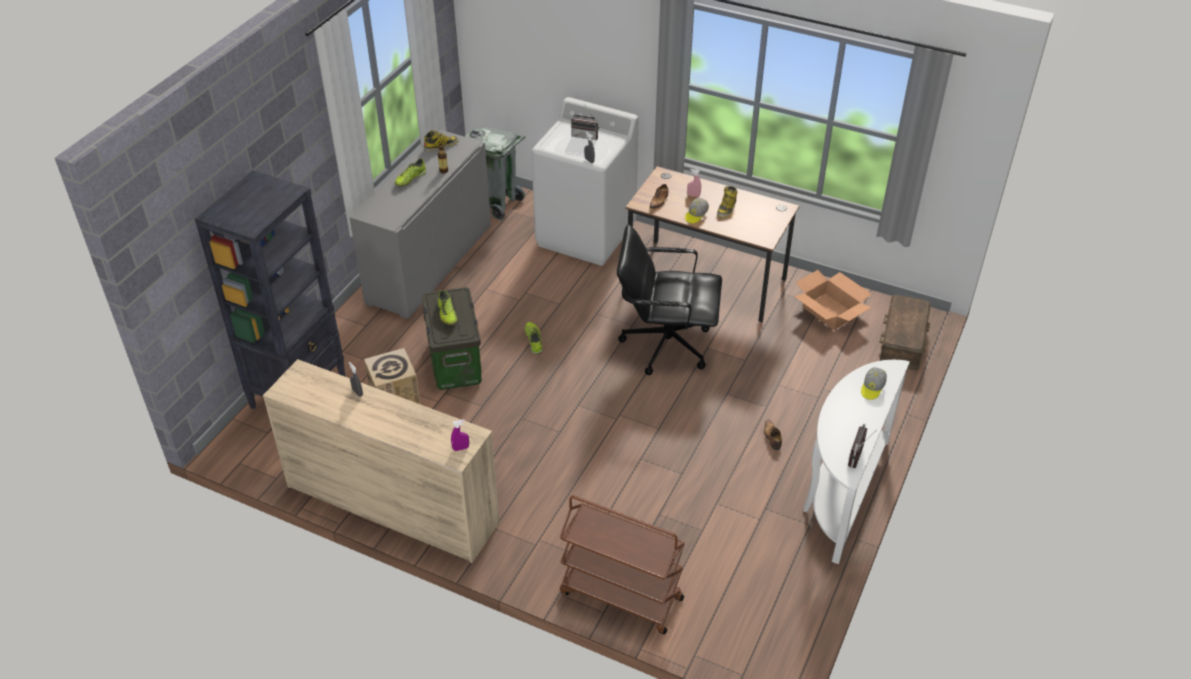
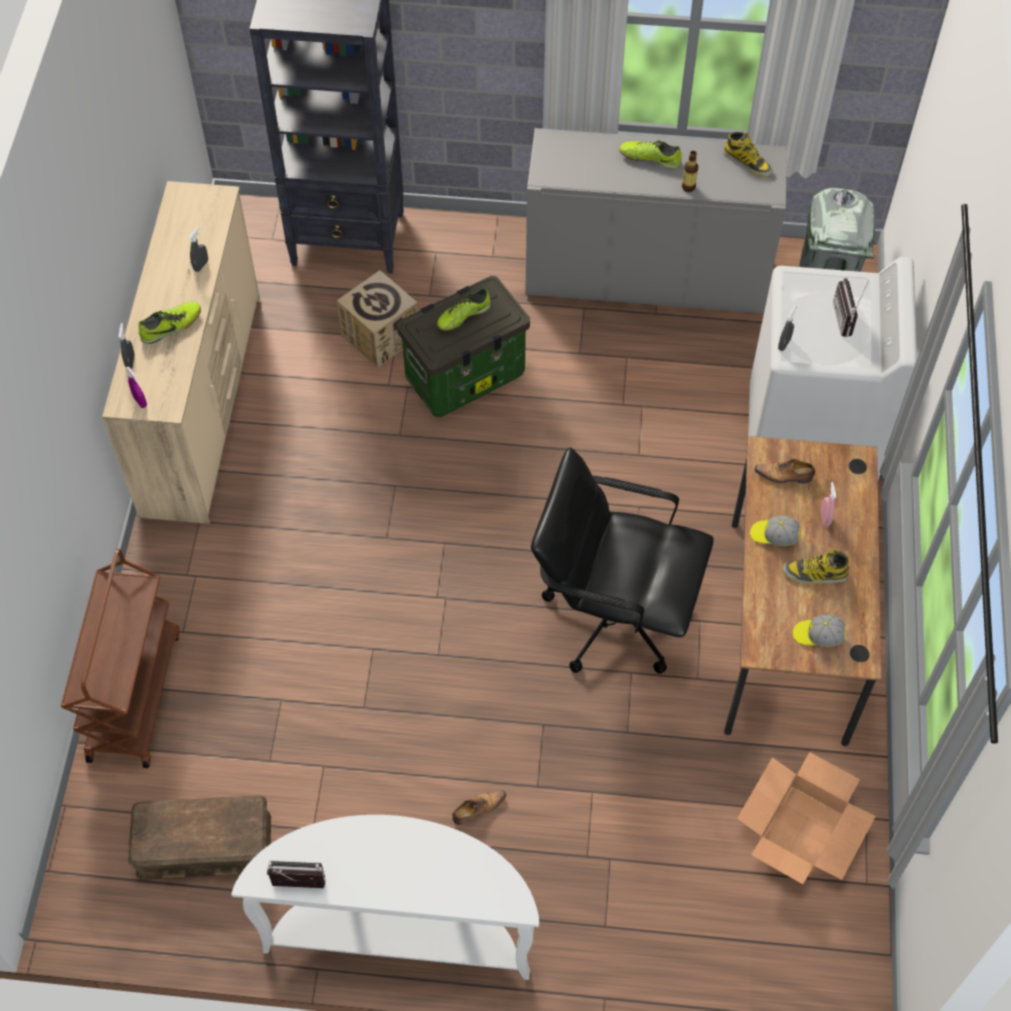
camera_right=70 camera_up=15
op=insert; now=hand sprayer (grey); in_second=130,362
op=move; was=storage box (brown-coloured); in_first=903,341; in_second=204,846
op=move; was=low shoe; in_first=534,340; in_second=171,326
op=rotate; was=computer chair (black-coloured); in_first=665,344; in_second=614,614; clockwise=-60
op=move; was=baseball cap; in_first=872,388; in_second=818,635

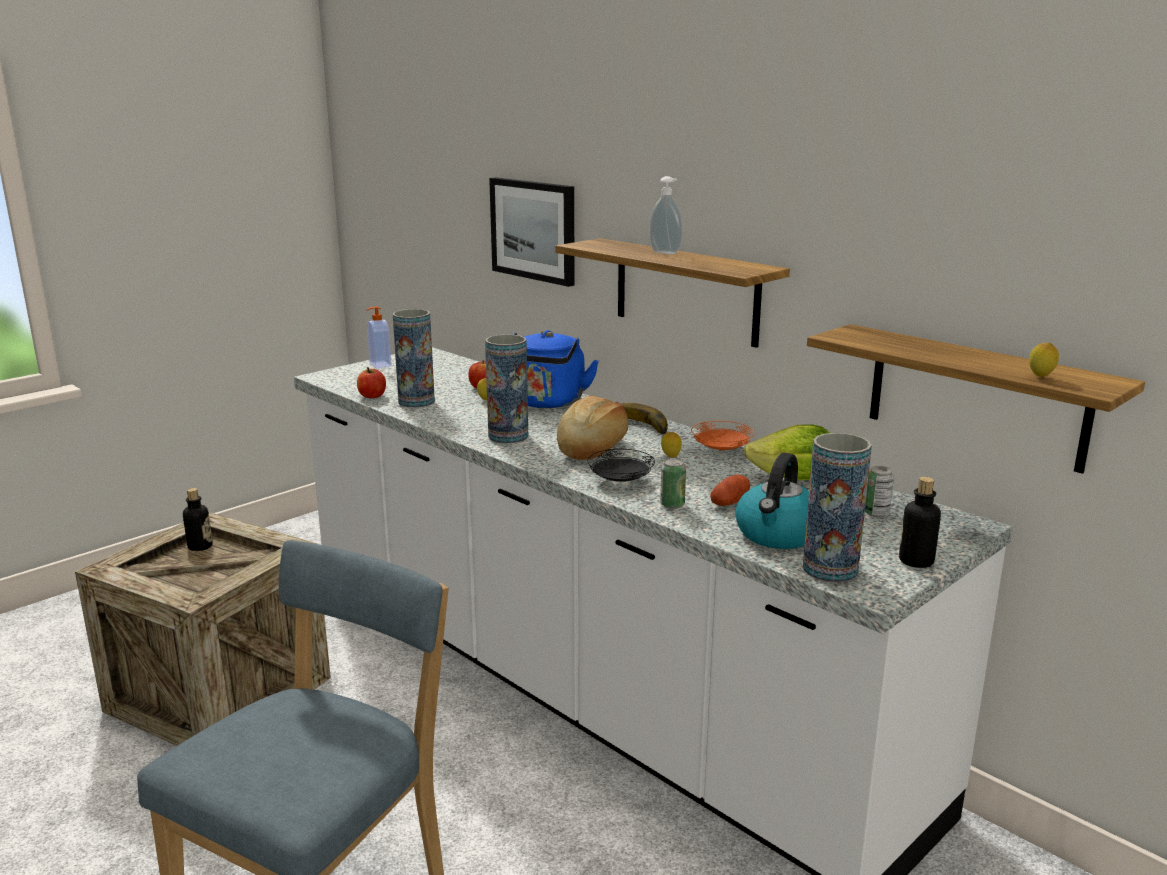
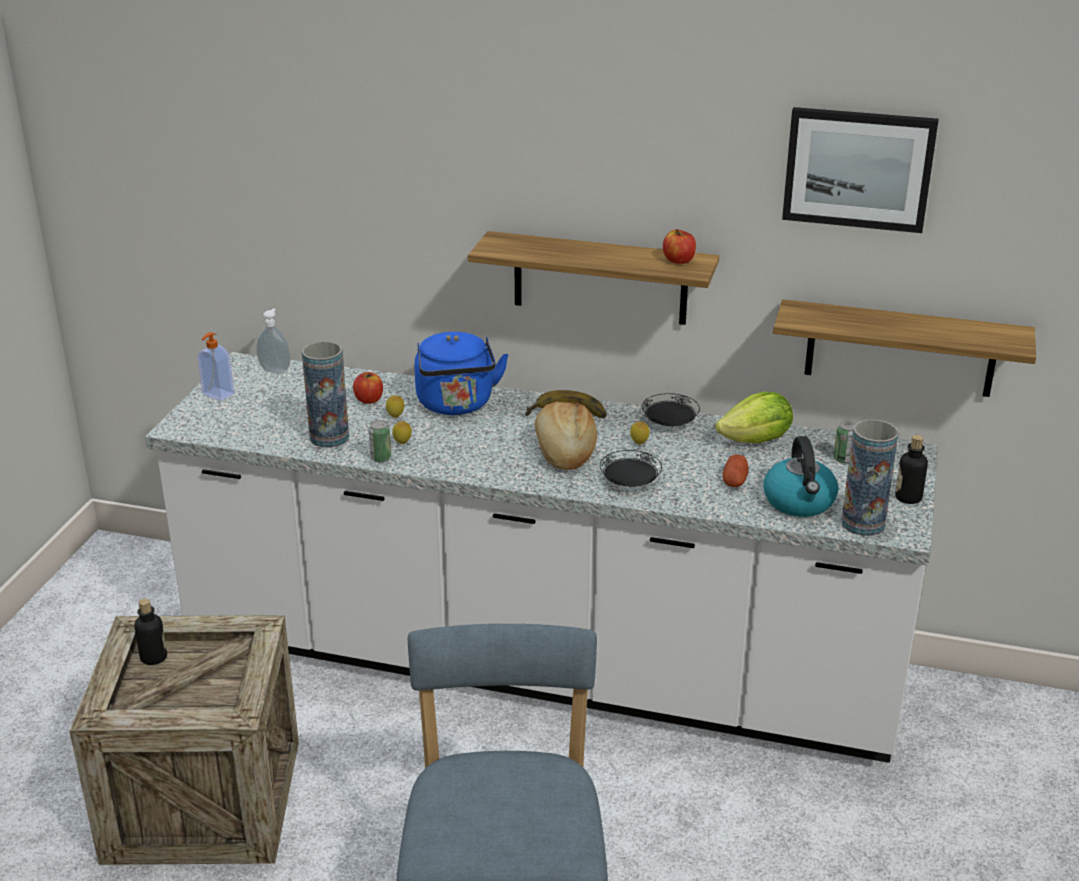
camera_right=-30 camera_up=10
op=move; was=soap bottle; in_first=666,252; in_second=276,369
op=move; was=metal can; in_first=672,505; in_second=381,458
op=move; was=citrus fruit; in_first=1040,377; in_second=402,444
op=recolor; was=plate (orange); now=plate (black-coloured); in_first=721,450; in_second=670,424
op=move; was=whole apple; in_first=372,396; in_second=678,260
op=move; was=wall art; in_first=534,230; in_second=858,169
op=delete; was=vase; in_first=508,436

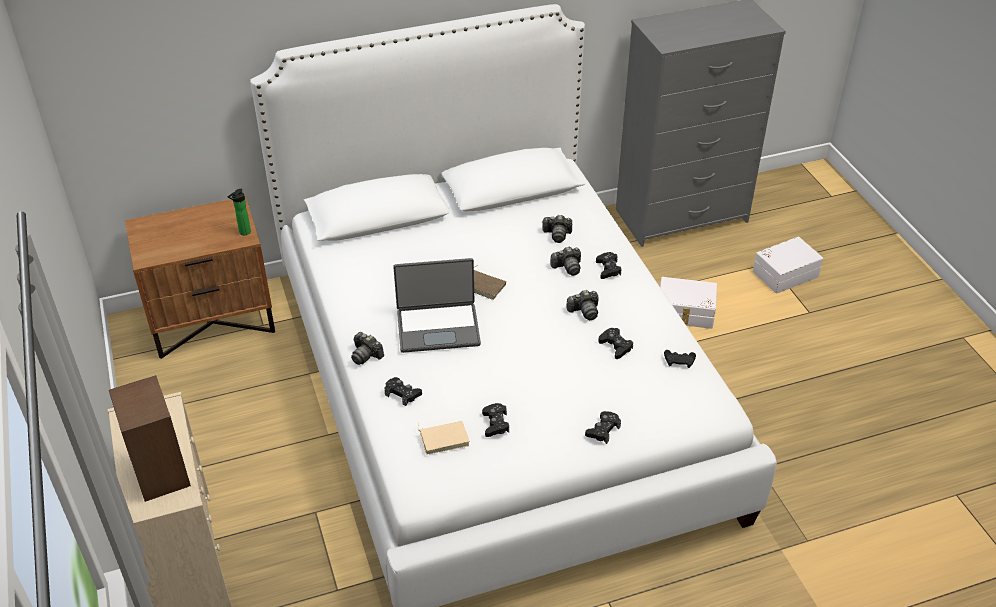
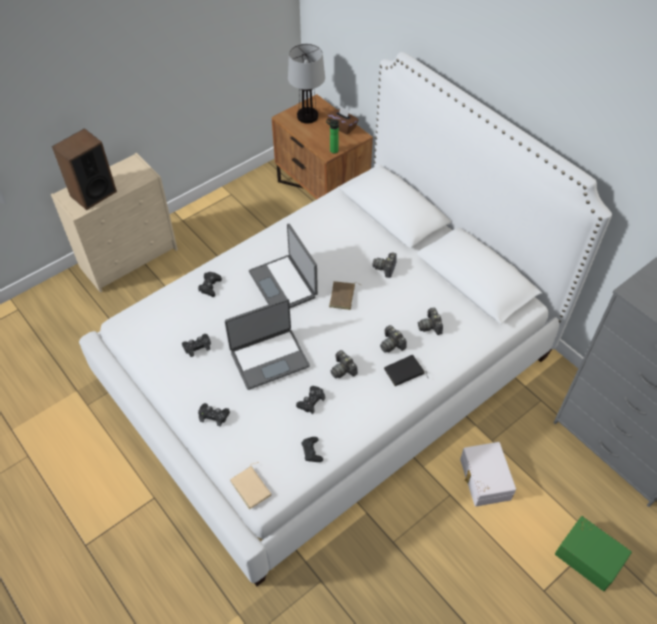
camera_right=70 camera_up=10
op=insert; now=portable computer; in_second=269,358
op=move; was=bound book (beige-coloured); in_first=444,438; in_second=252,487
op=insert; now=lamp for a table; in_second=307,116
op=insert; now=box of tissues (brown-coloured); in_second=342,127
op=move; was=photo camera; in_first=366,355; in_second=385,268
op=replace; was=joypad (black-coloured); now=bound book (black-coloured); in_first=608,269; in_second=404,373
op=recolor; was=storage box (whitish); now=storage box (greenish); in_first=784,273; in_second=589,556

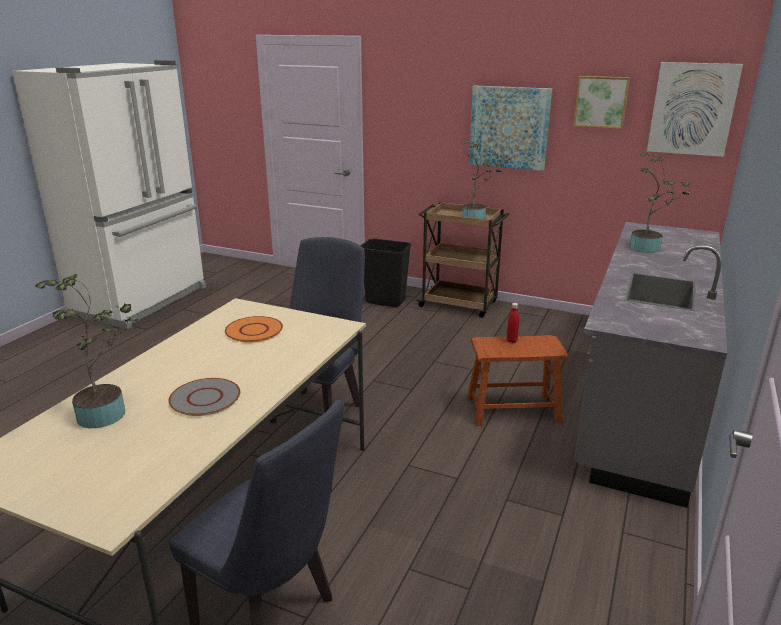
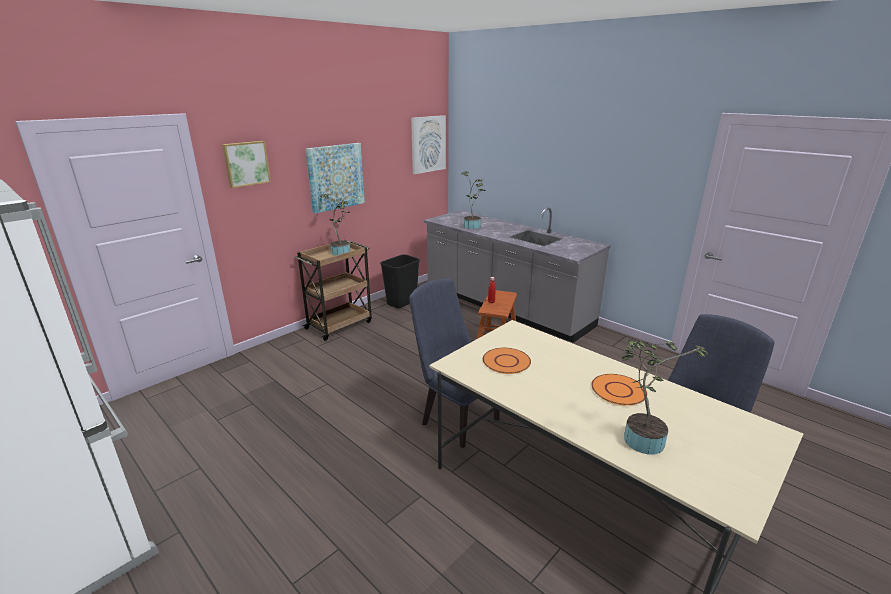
camera_right=-70 camera_up=0
op=move; was=wall art; in_first=601,101; in_second=246,163
op=move; was=waste bin (black-coloured); in_first=386,301; in_second=401,303
op=recolor; was=plate (grey); now=plate (orange); in_first=205,398; in_second=618,390

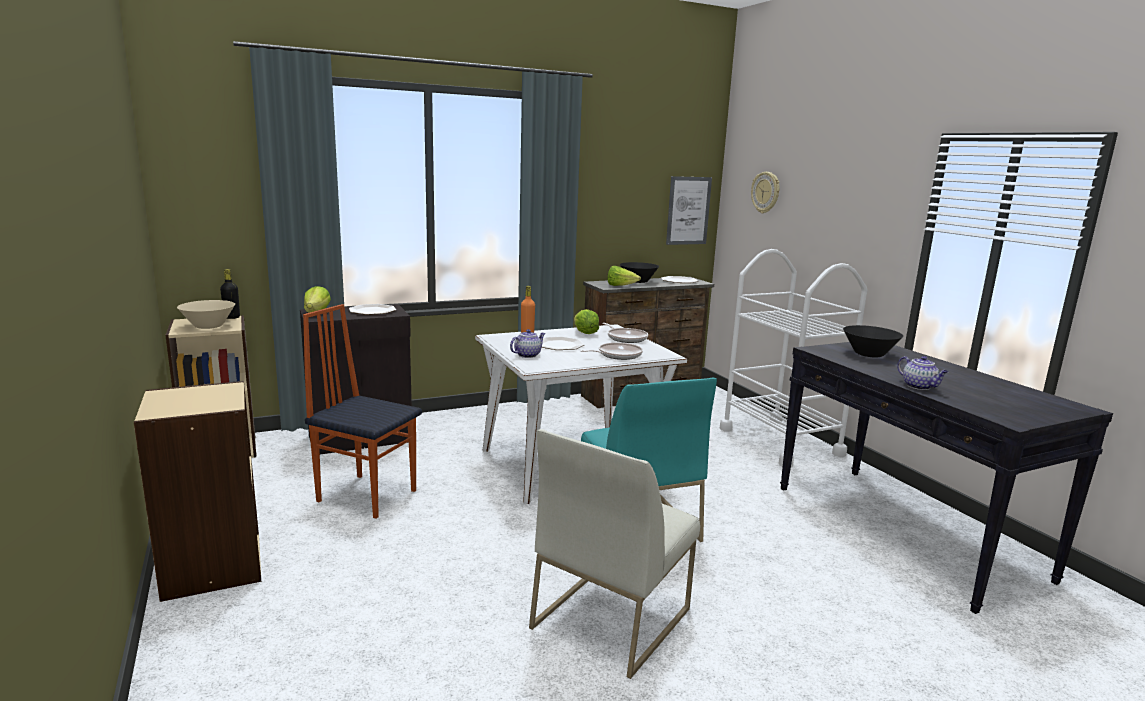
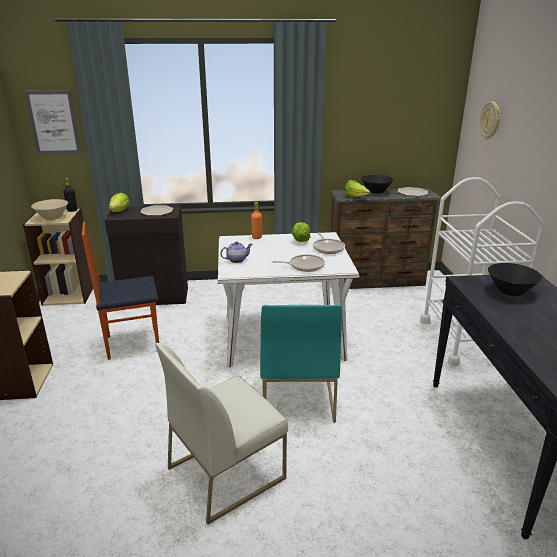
camera_right=20 camera_up=10
op=move; was=wall art; in_first=688,210; in_second=53,122
op=rotate; was=plain chair; in_first=367,495; in_second=132,343; clockwise=-60
op=delete; was=plate; in_first=559,345
op=delete; was=teapot; in_first=919,386

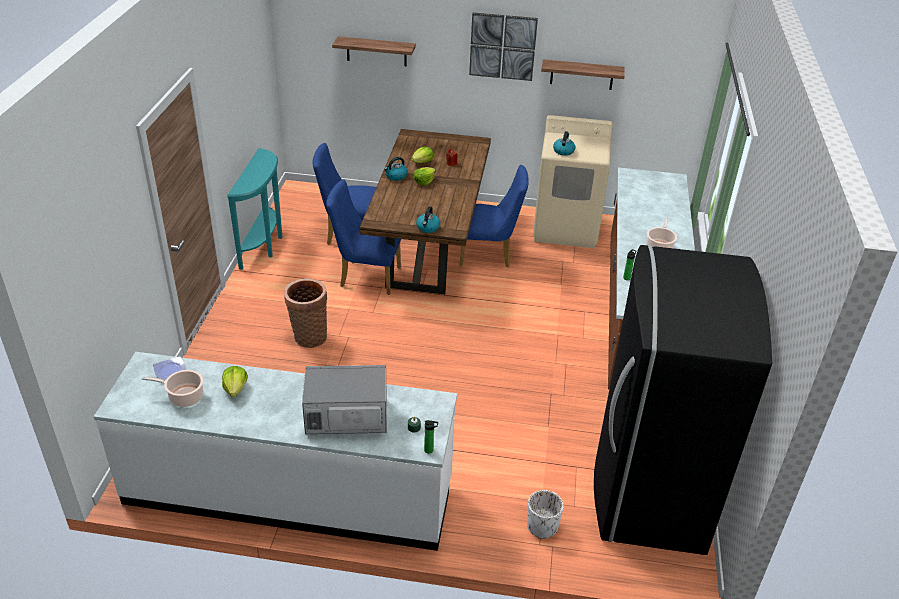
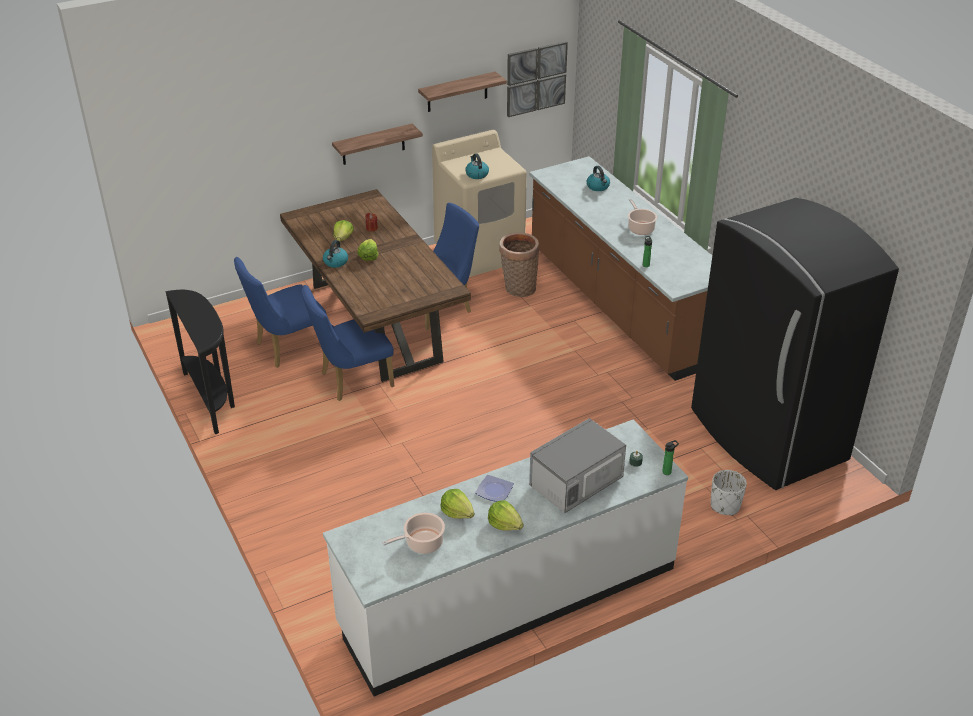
camera_right=-35 camera_up=0
op=recolor; was=console table (turquoise); now=console table (black-coloured); in_first=264,245; in_second=212,398
op=move; was=shelf; in_first=376,51; in_second=373,144
op=move; was=plate; in_first=169,371; in_second=493,491
op=insert; now=head of lettuce; in_second=505,524
op=move; was=basket; in_first=308,336; in_second=518,289
op=move; was=wall art; in_first=502,46; in_second=536,78
op=move; was=kettle; in_first=428,228; in_second=598,187

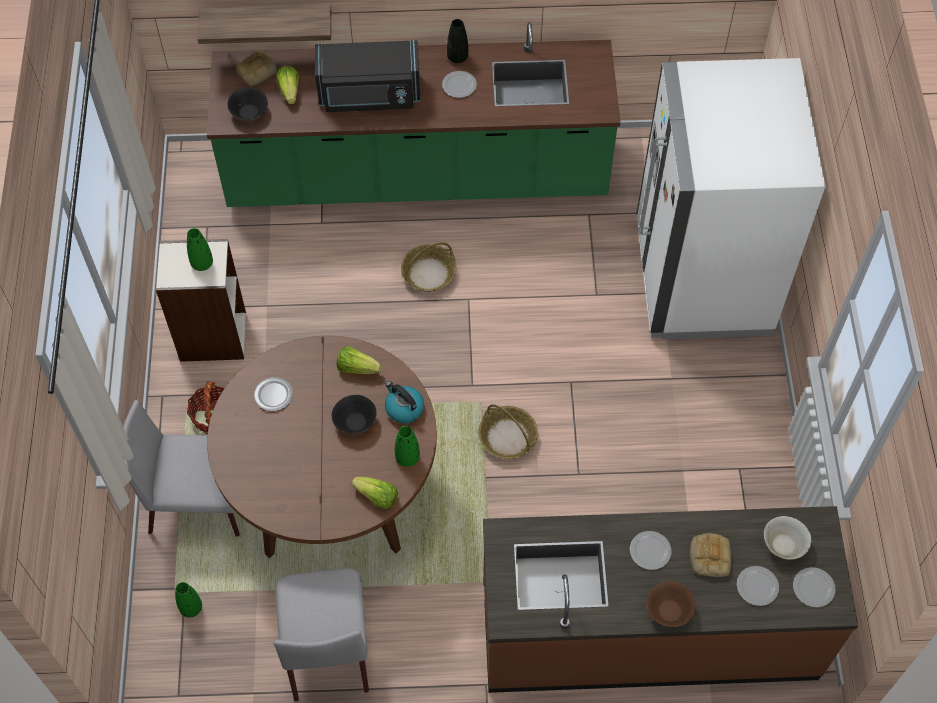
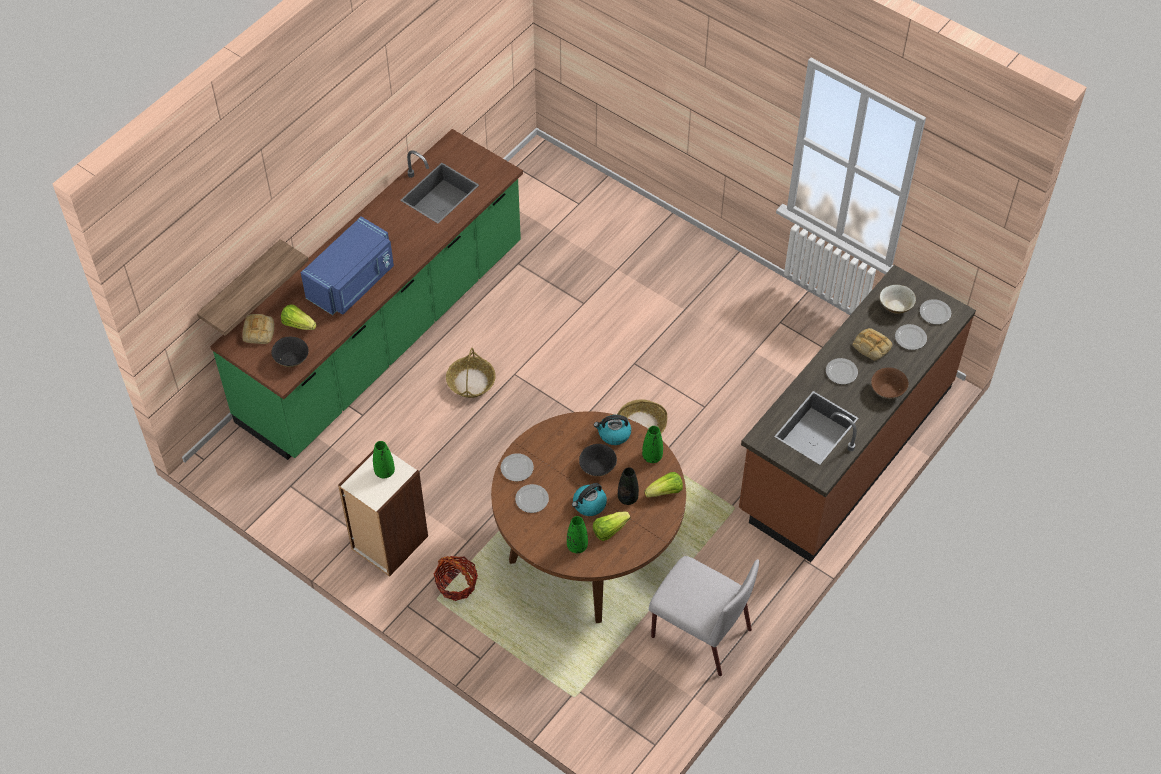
camera_right=-50 camera_up=-5
op=recolor; was=microwave (black-coloured); now=microwave (blue-coloured); in_first=369,95; in_second=353,283
op=move; was=plate; in_first=459,85; in_second=516,468
op=move; was=vase (greenish); in_first=191,608; in_second=577,546
op=insert; now=kettle; in_second=589,505
op=move; was=head of lettuce; in_first=357,368; in_second=609,530
op=move; was=vase (black-coloured); in_first=457,57; in_second=627,498
op=delete; was=plain chair (grey); in_first=200,503
op=delete; was=refrigerator (whitish); in_first=702,278

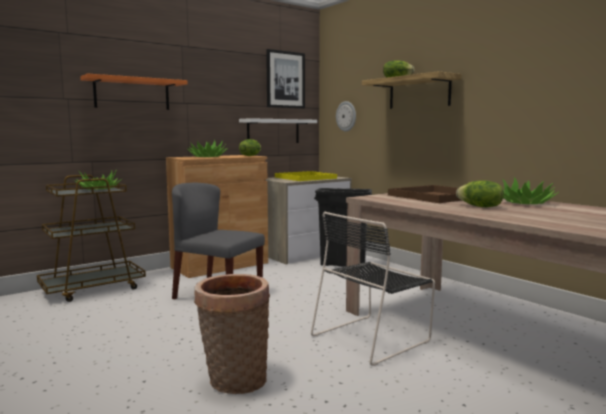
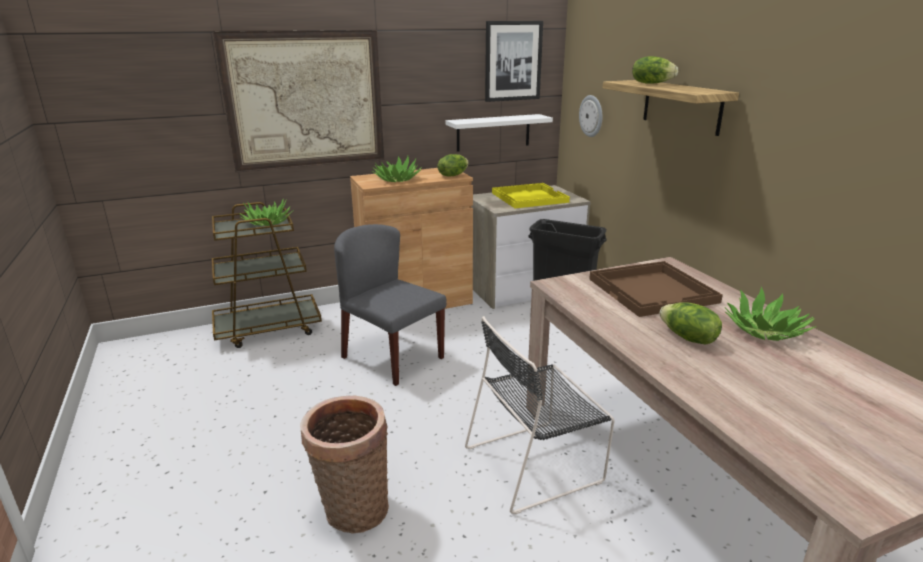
camera_right=15 camera_up=15
op=replace; was=shelf (orange); now=wall art; in_first=132,94; in_second=305,100

